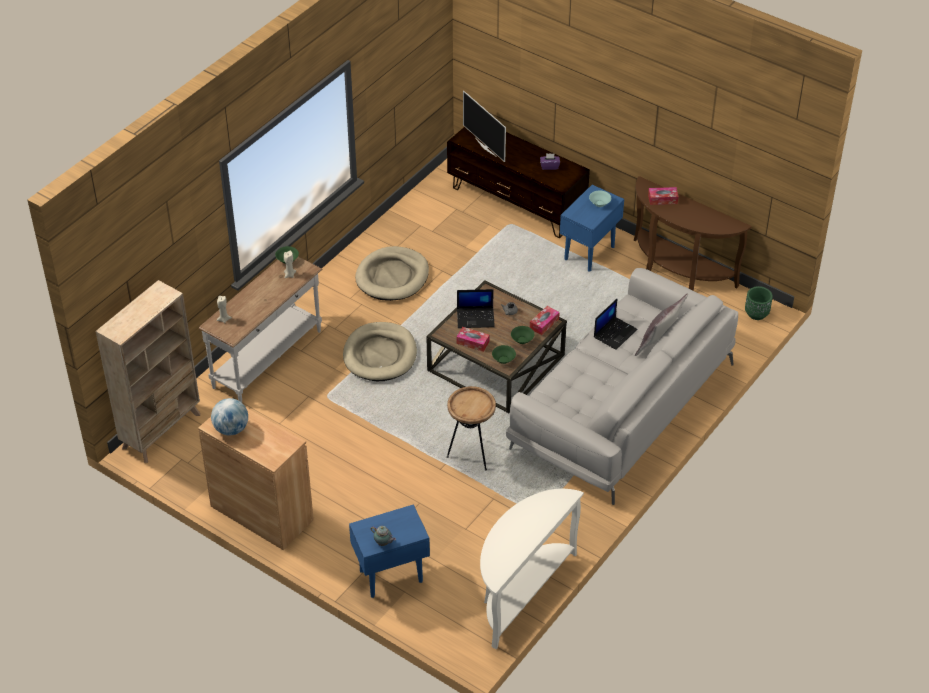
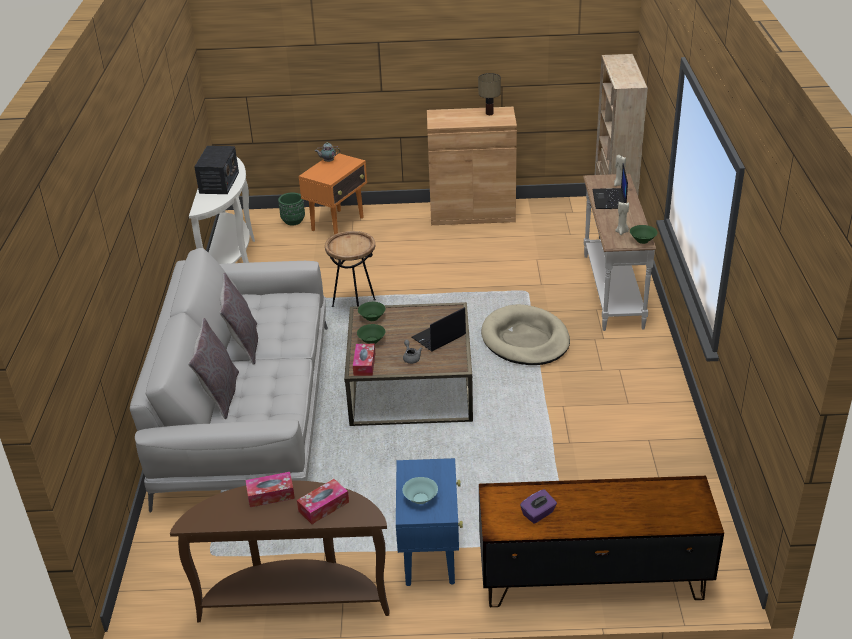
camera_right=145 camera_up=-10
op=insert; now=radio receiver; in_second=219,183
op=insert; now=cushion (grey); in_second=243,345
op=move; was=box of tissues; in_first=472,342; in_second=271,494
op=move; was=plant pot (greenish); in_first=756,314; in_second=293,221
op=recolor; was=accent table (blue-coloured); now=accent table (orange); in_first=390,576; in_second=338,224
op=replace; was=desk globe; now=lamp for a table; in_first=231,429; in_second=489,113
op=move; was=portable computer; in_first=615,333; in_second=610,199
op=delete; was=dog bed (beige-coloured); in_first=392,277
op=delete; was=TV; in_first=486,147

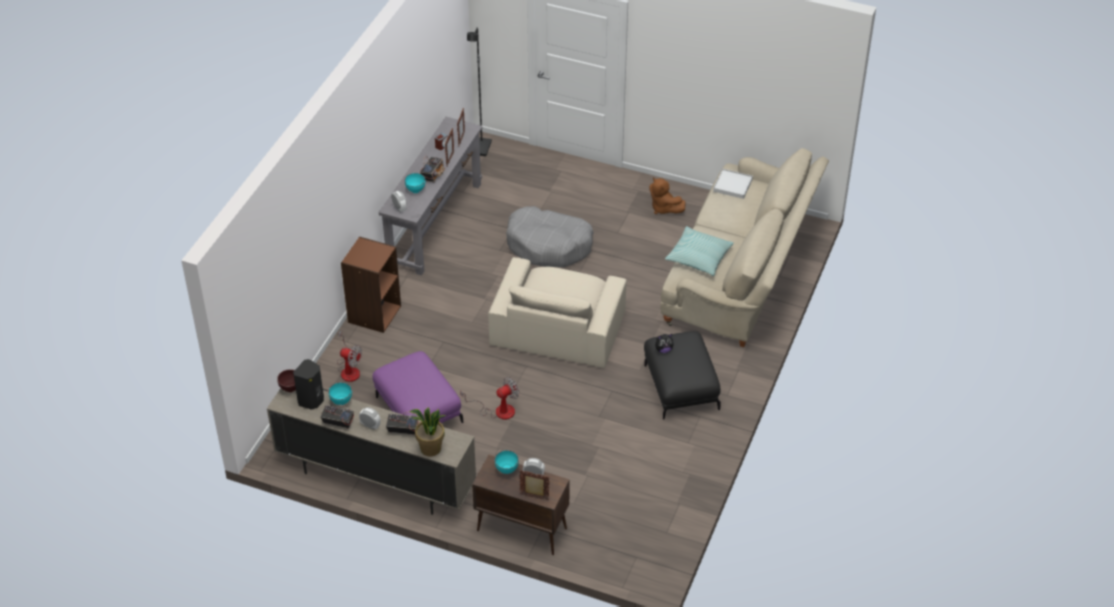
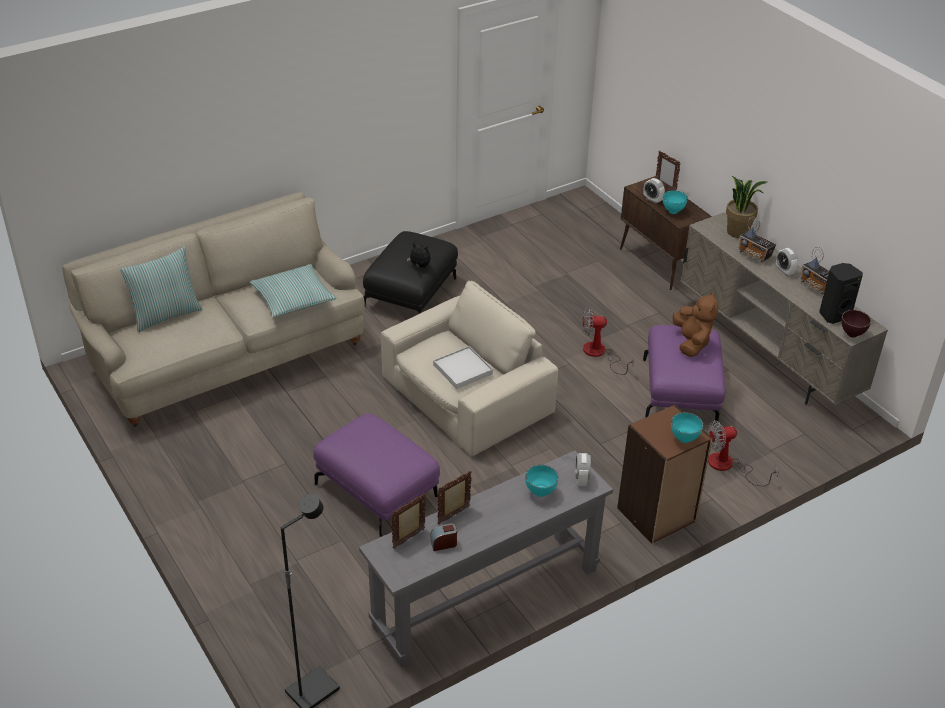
camera_right=-145 camera_up=-5
op=insert; now=cushion; in_second=166,315
op=replace; was=dog bed (grey); now=footrest (purple-coloured); in_first=549,245; in_second=378,490
op=move; was=serving tray (whitish); in_first=732,185; in_second=463,369
op=move; was=bowl (turquoise); in_first=342,402; in_second=683,439
op=move; was=plush toy (brown-coloured); in_first=663,208; in_second=691,343
op=rotate; was=electric fan; in_first=349,369; in_second=728,466; clockwise=-75
op=delete; was=radio receiver; in_first=433,175

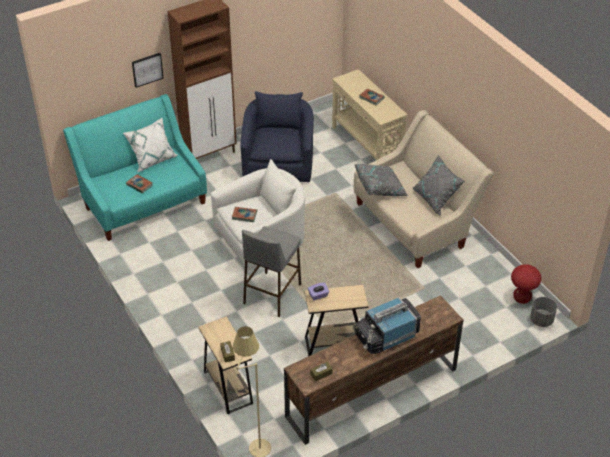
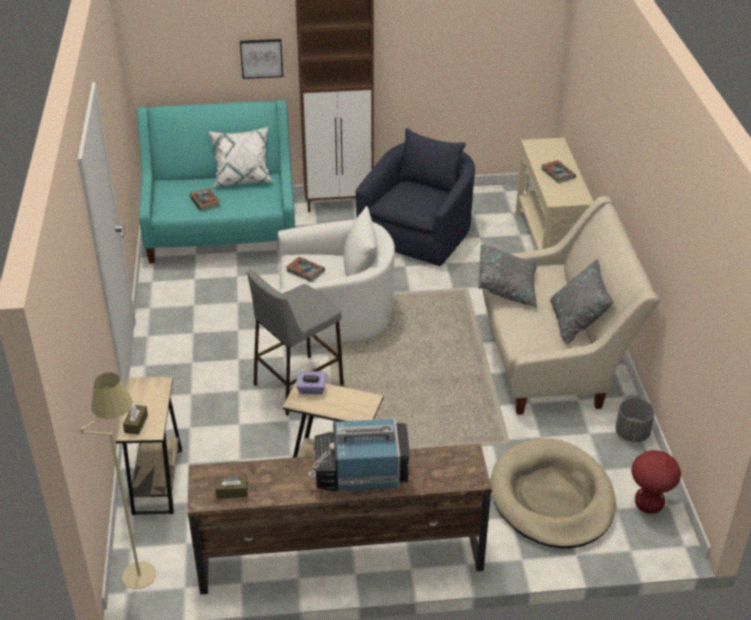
camera_right=25 camera_up=-5
op=insert; now=dog bed (beige-coloured); in_second=552,498
op=move; was=plant pot (grey); in_first=541,320; in_second=632,433

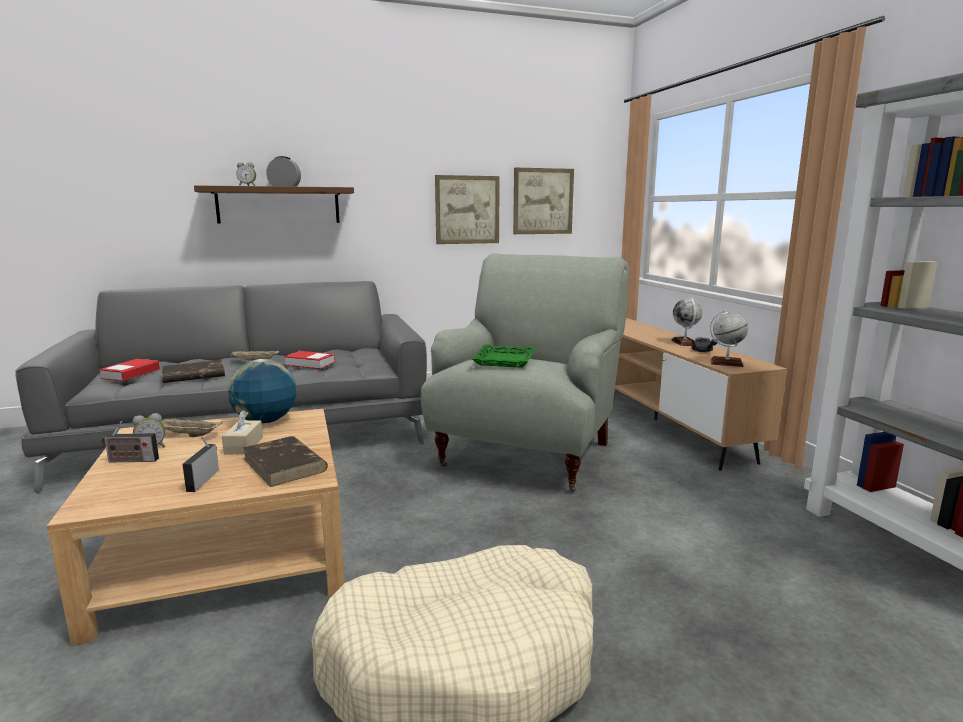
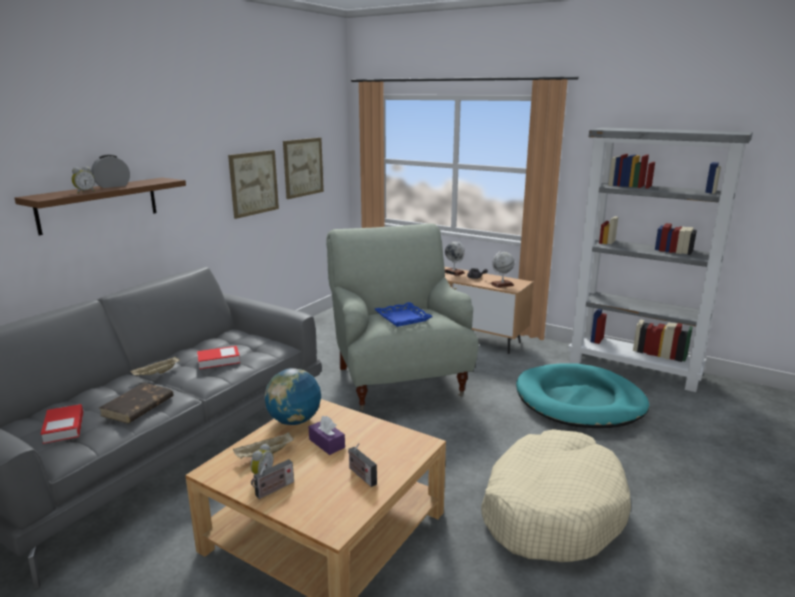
camera_right=-40 camera_up=5
op=recolor; was=box of tissues (beige-coloured); now=box of tissues (purple-coloured); in_first=244,445; in_second=327,443
op=recolor; was=serving tray (greenish); now=serving tray (blue-coloured); in_first=505,360; in_second=403,318
op=insert; now=dog bed (turquoise); in_second=579,401
op=delete; was=bound book (brown-coloured); in_first=285,465

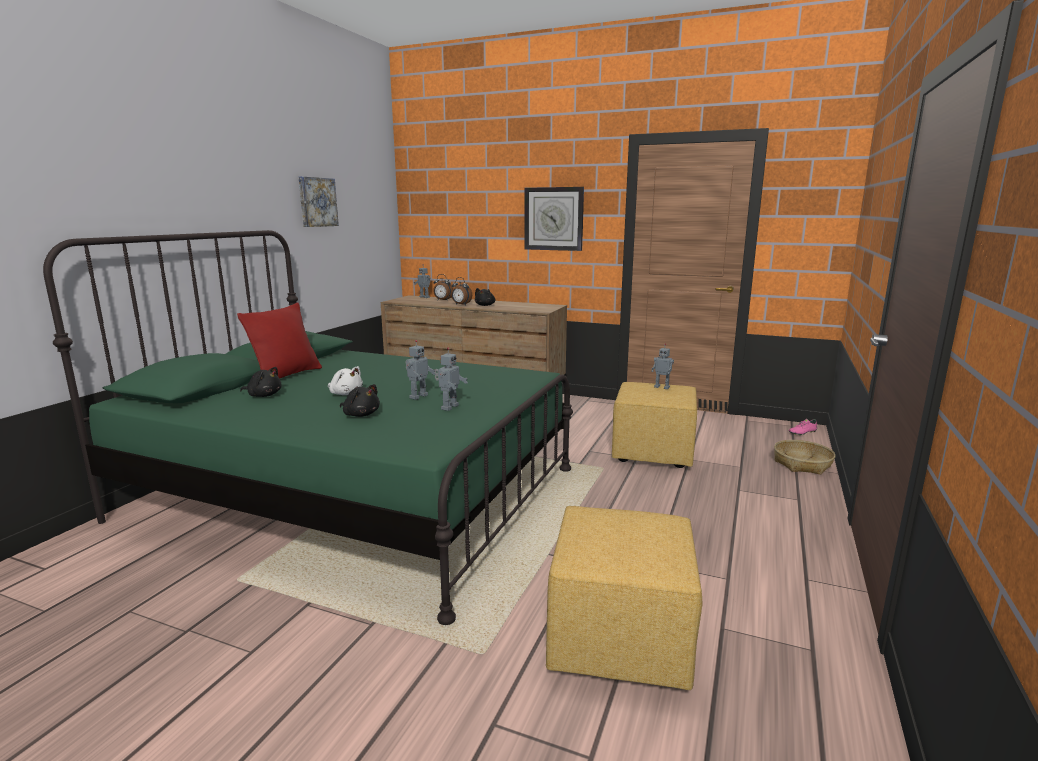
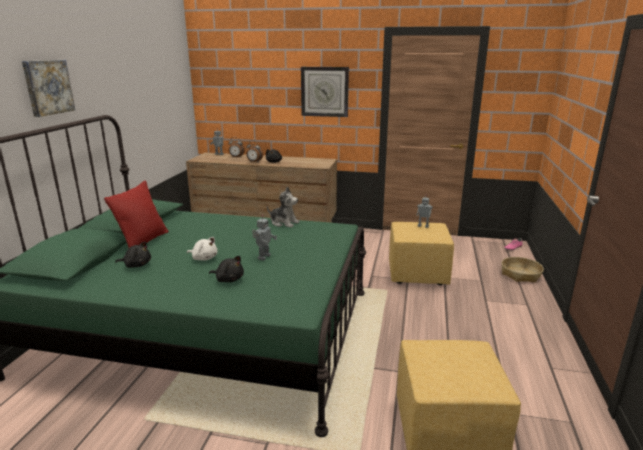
camera_right=-10 camera_up=5
op=move; was=wall art; in_first=317,202; in_second=47,87
op=insert; now=plush toy; in_second=284,223
op=delete; was=model robot; in_first=449,407

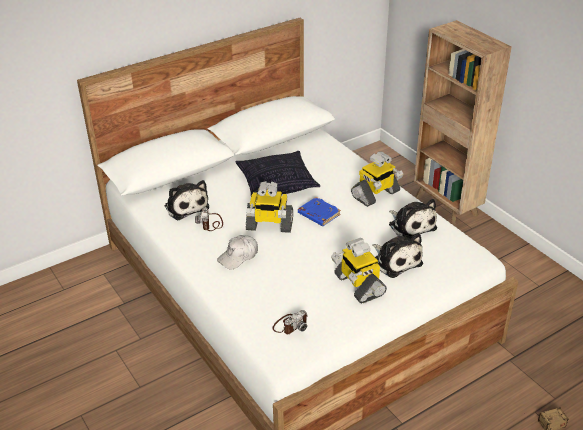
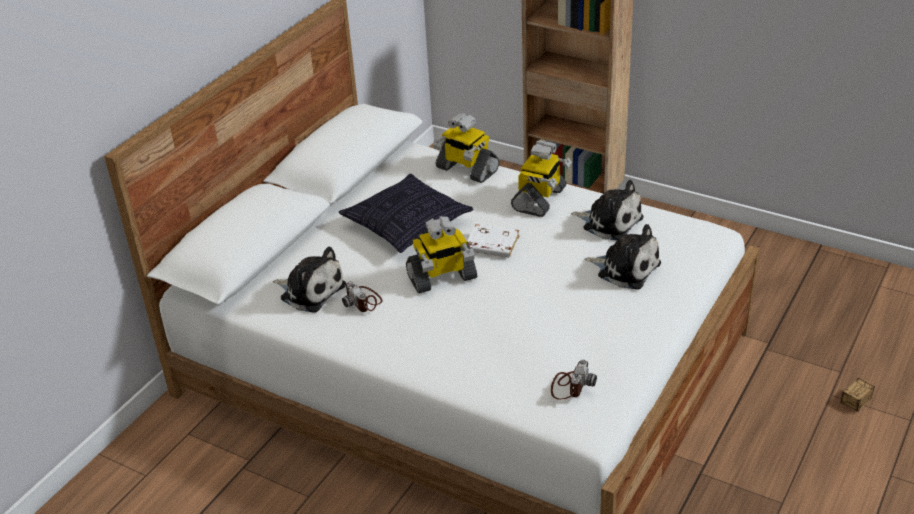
camera_right=-25 camera_up=0
op=move; was=model robot; in_first=358,285; in_second=466,169
op=recolor; was=bound book (blue-coloured); now=bound book (whitish); in_first=318,214; in_second=491,245
op=delete; was=baseball cap (whitish); in_first=238,256

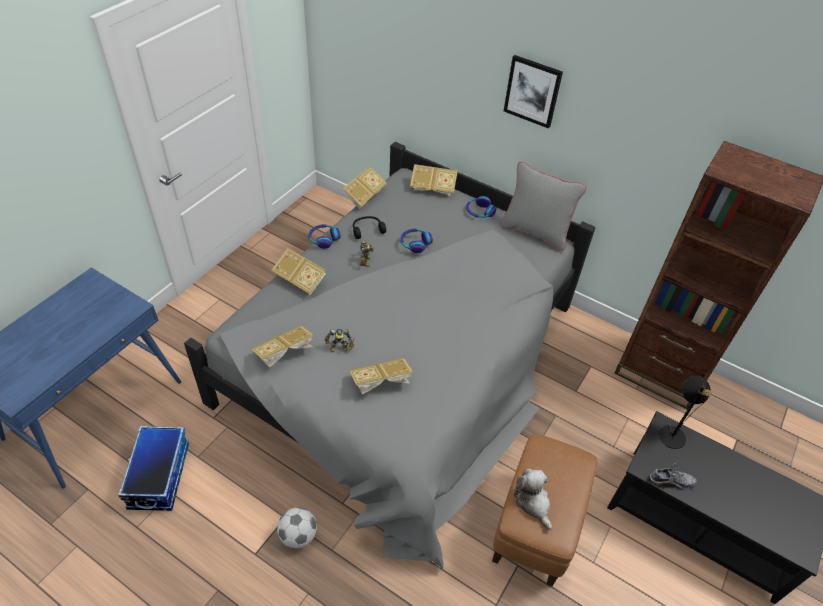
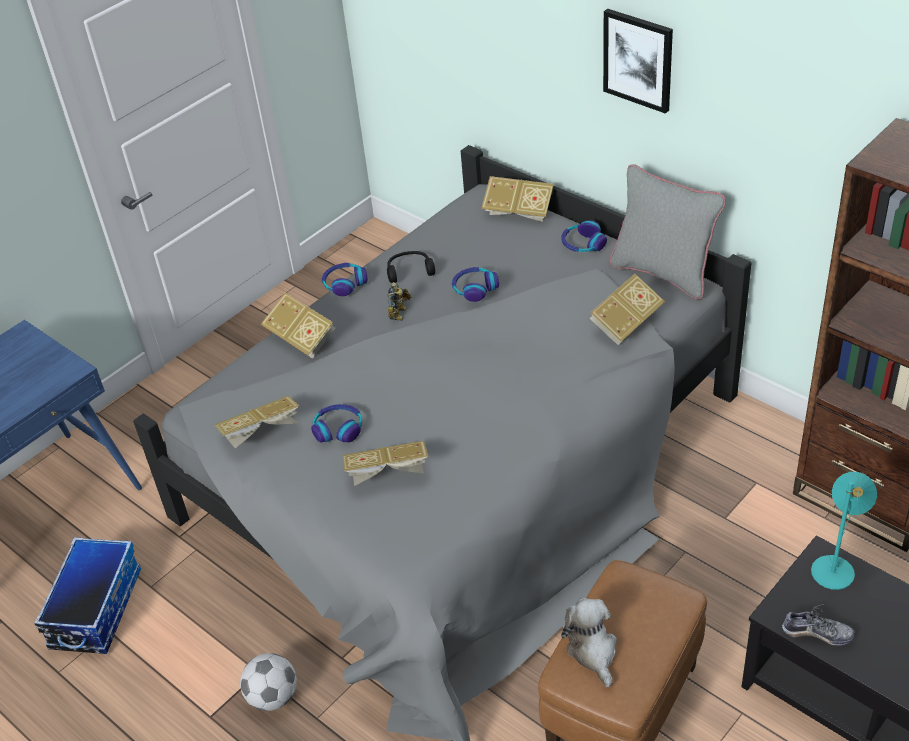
camera_right=15 camera_up=-5
op=replace; was=model robot; now=headphones; in_first=339,349; in_second=338,429
op=move; was=bound book; in_first=364,196; in_second=625,323
op=recolor; was=lamp for a table (black-coloured); now=lamp for a table (turquoise); in_first=673,432; in_second=836,566

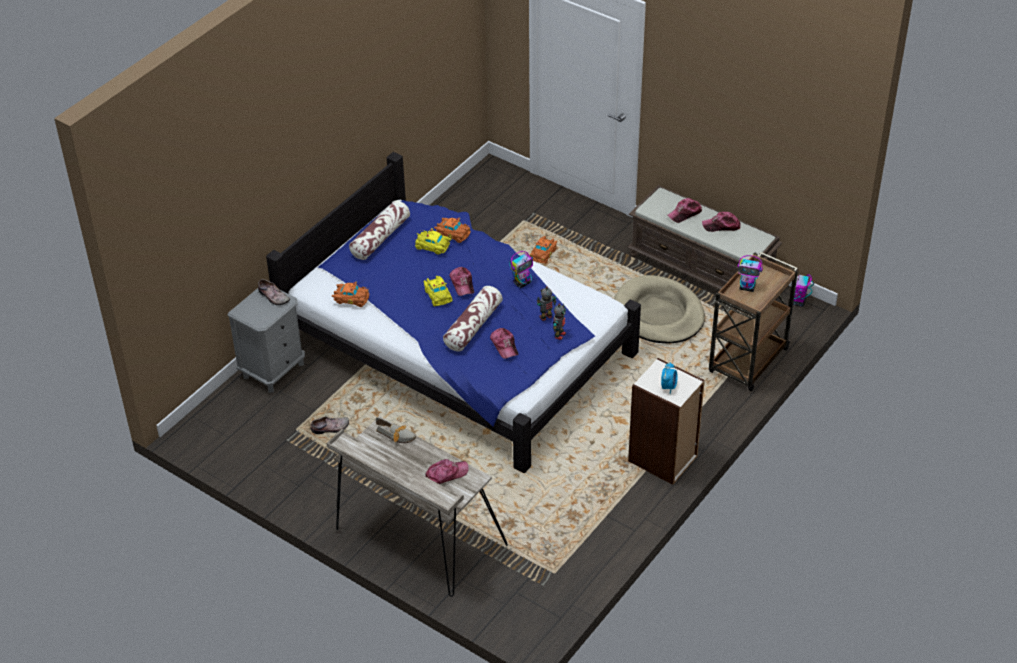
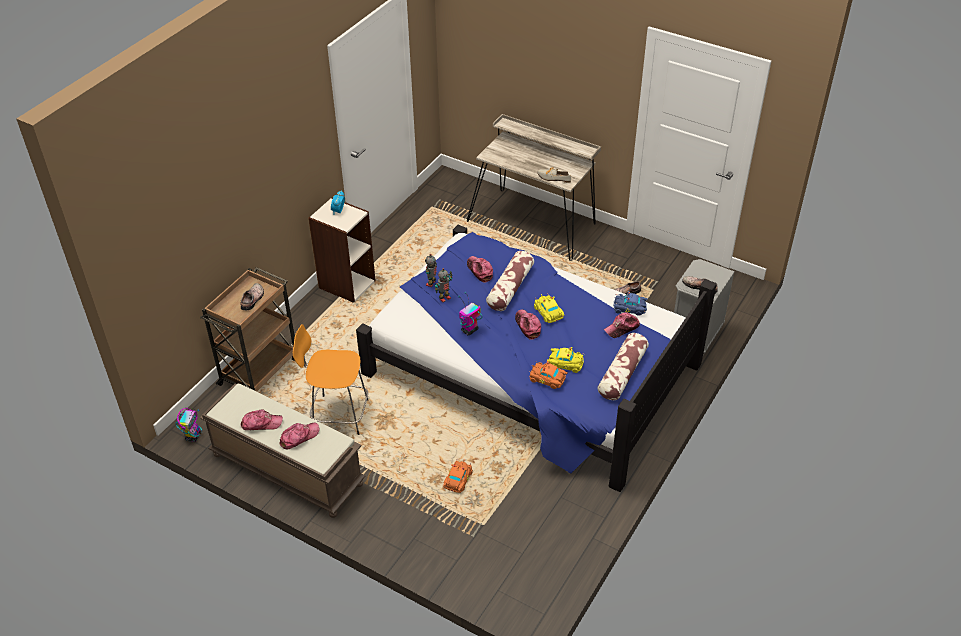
camera_right=175 camera_up=0
op=replace; was=model robot; now=low shoe; in_first=747,287; in_second=253,299
op=replace; was=dog bed (beige-coloured); now=stool (orange); in_first=658,314; in_second=338,414
op=move; was=baseball cap; in_first=446,474; in_second=622,328
op=recolor; was=miniature car (orange); now=miniature car (blue-coloured); in_first=351,298; in_second=630,308

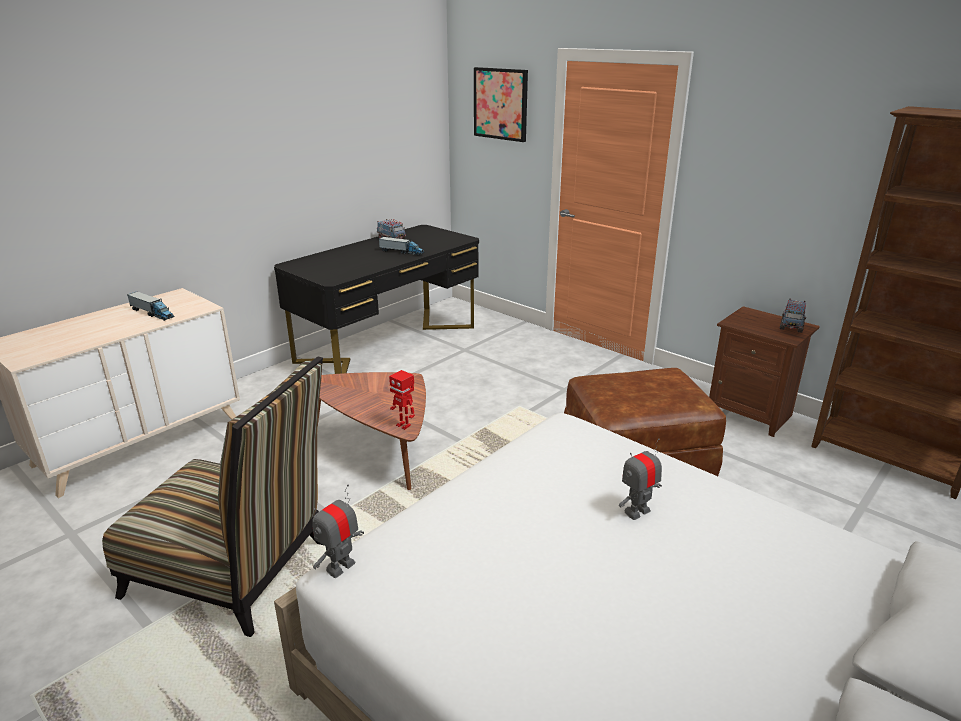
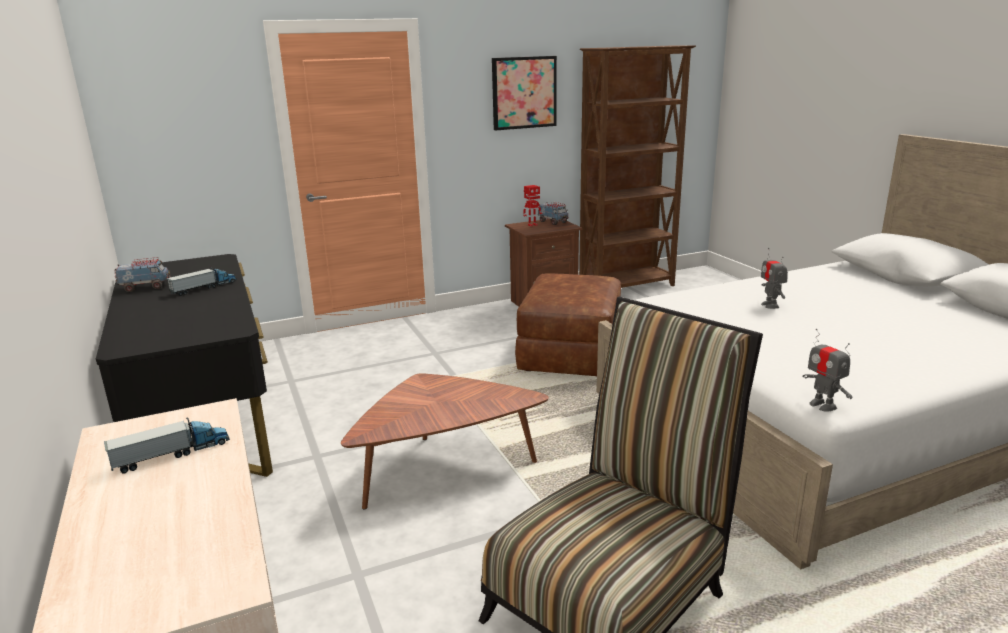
camera_right=-65 camera_up=-5
op=move; was=wall art; in_first=501,104; in_second=524,92
op=move; was=model robot; in_first=404,425; in_second=532,225

